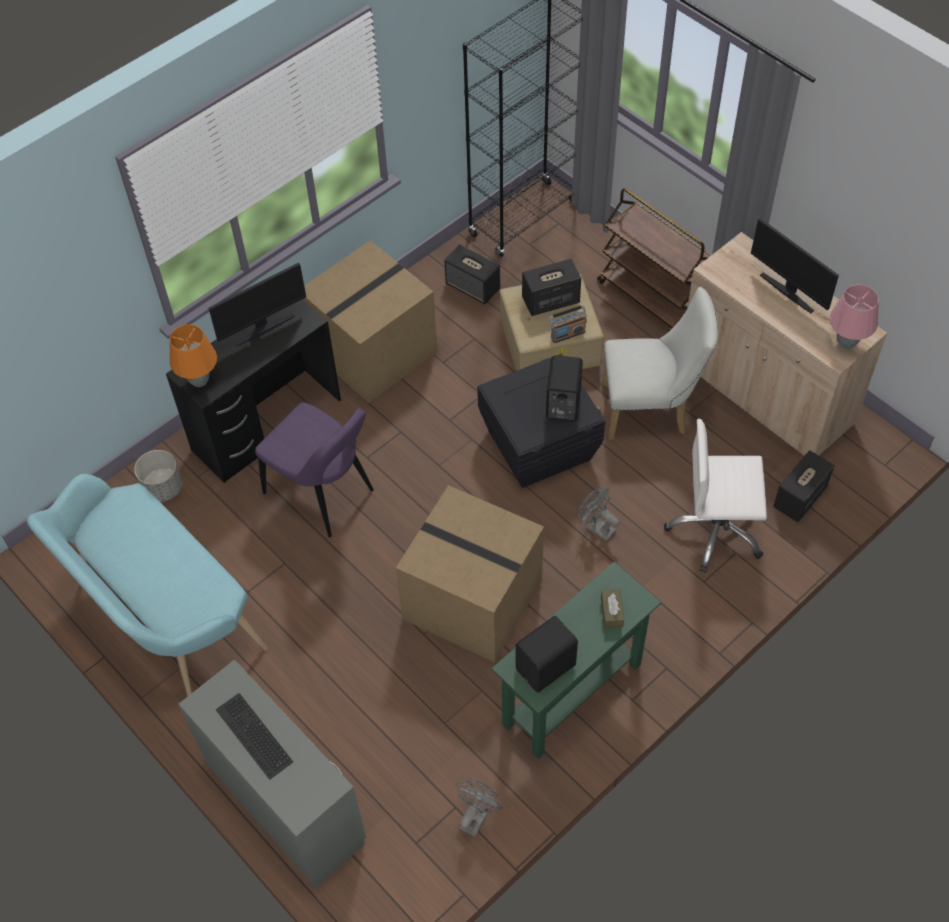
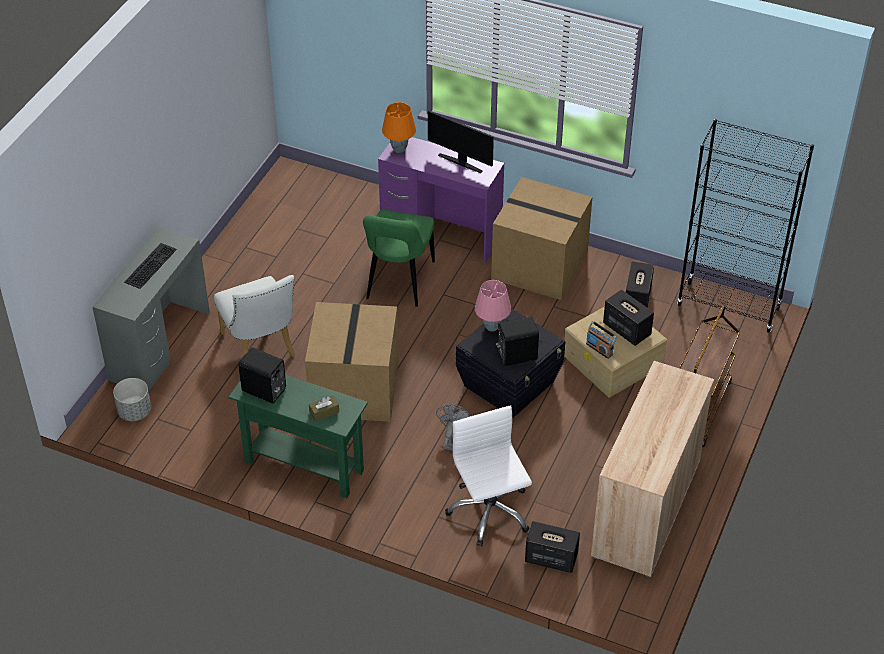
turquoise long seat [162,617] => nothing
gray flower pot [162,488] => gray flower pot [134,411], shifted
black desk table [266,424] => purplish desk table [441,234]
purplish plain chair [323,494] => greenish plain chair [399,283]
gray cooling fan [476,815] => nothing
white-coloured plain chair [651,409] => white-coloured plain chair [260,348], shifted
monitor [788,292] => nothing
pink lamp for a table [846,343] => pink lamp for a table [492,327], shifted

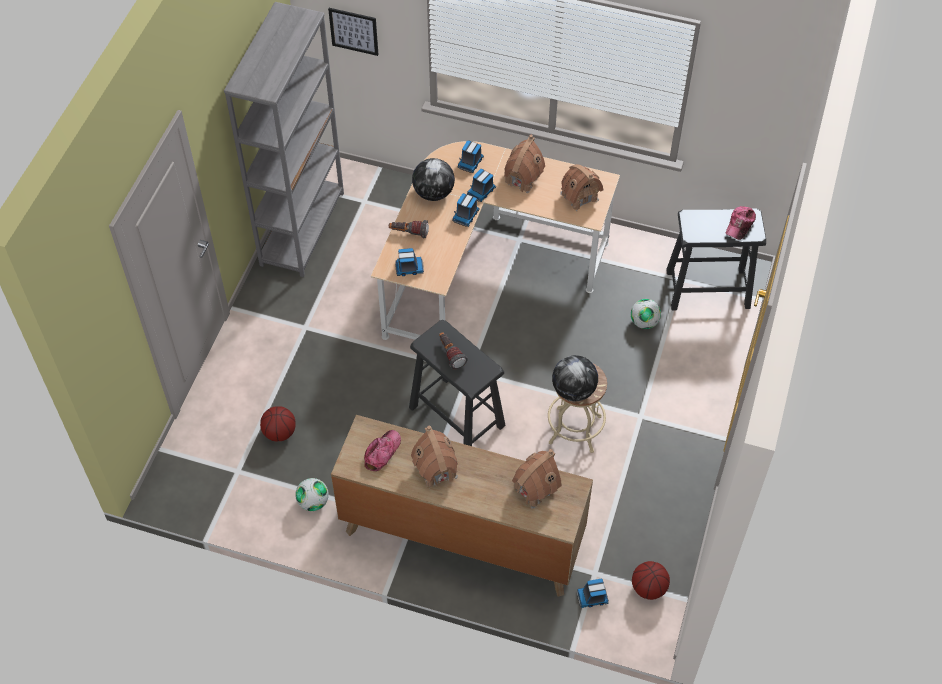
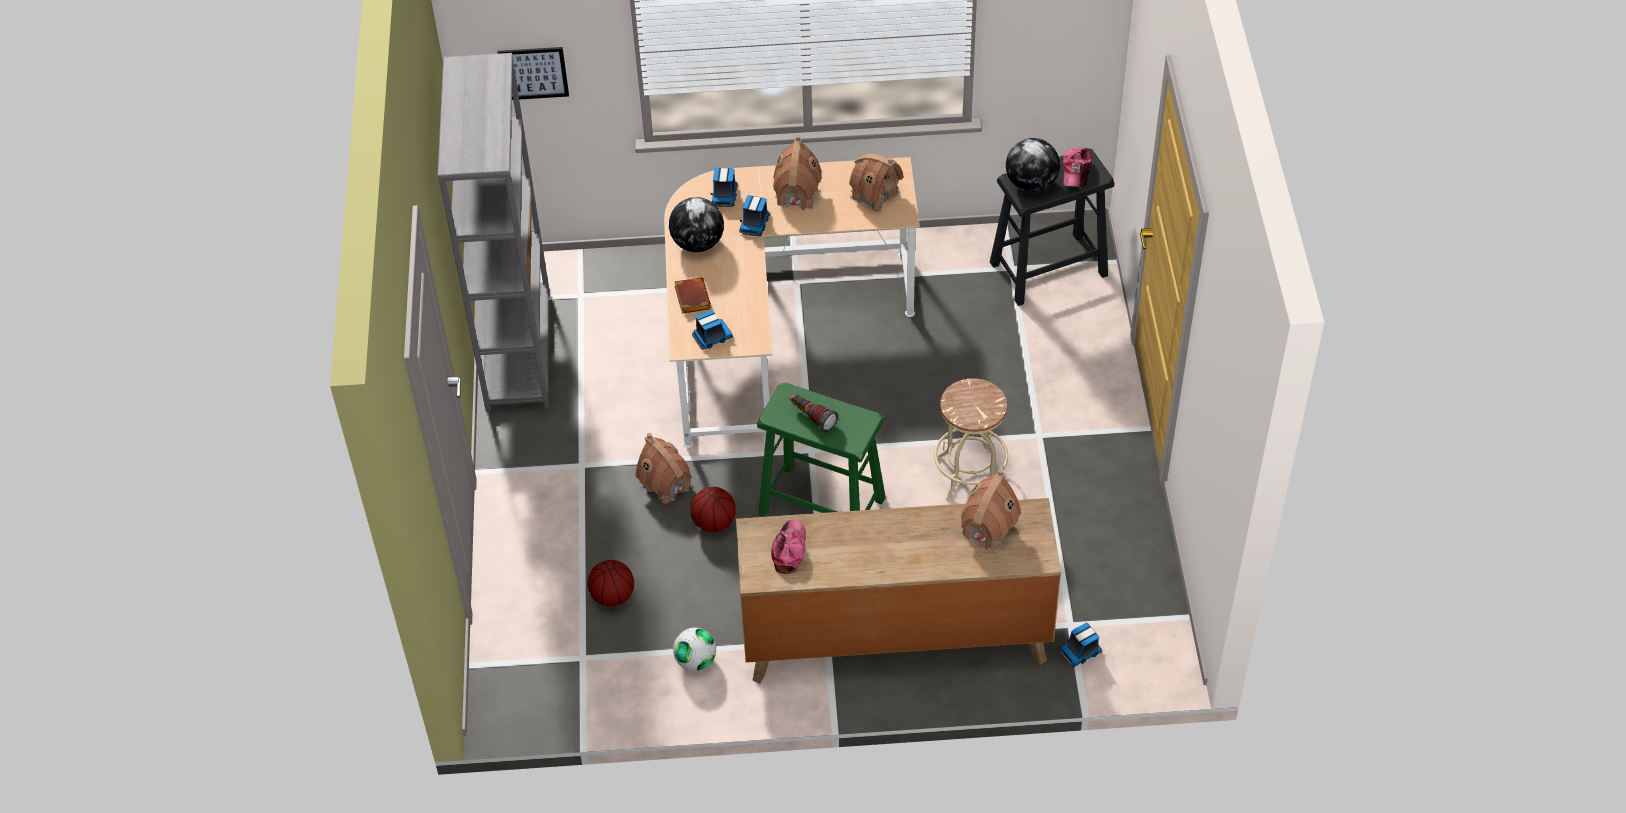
torch [408,233] => brown volume [691,298]
black stool seat [456,416] => greenish stool seat [821,506]
miniature house [436,469] => miniature house [666,485], shifted
toy truck [466,215] => nothing
globe [573,391] => globe [1031,184], shifted
ball for football [644,322] => nothing
basketball ball [648,588] => basketball ball [714,523], shifted

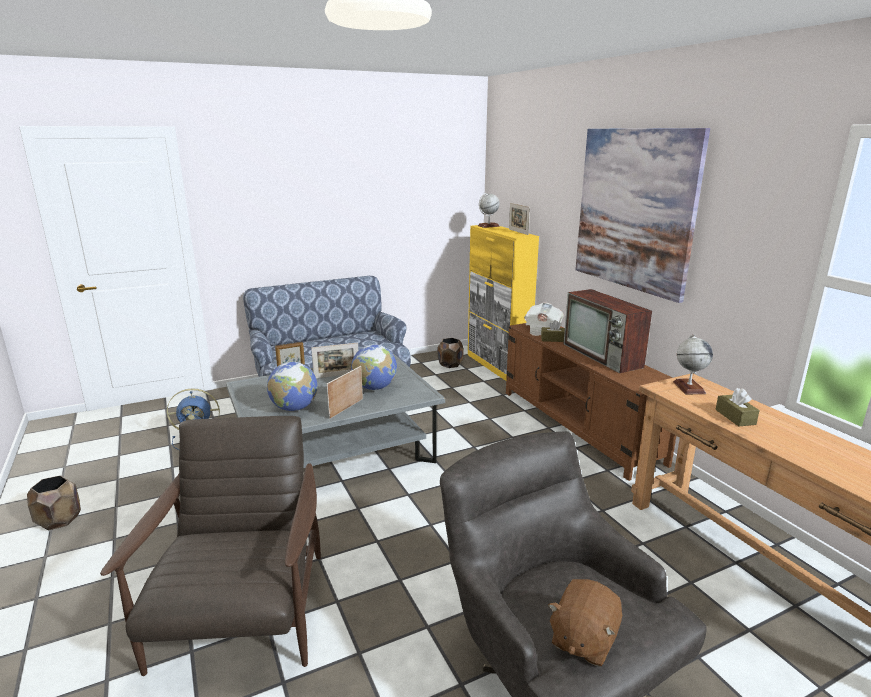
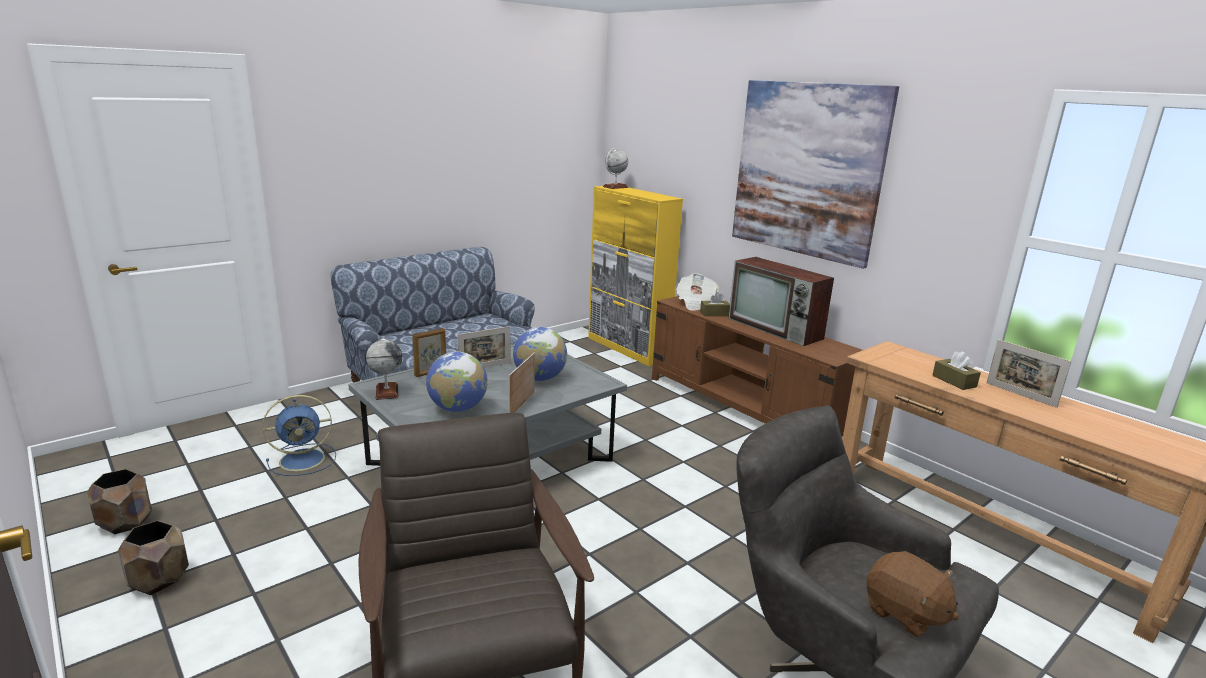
brown flower pot [450,364] => brown flower pot [126,522], shifted
standing frame [518,232] => standing frame [1020,395], shifted
brown plush toy [583,639] => brown plush toy [905,613], 60 degrees counterclockwise
globe [688,387] => globe [387,392], shifted

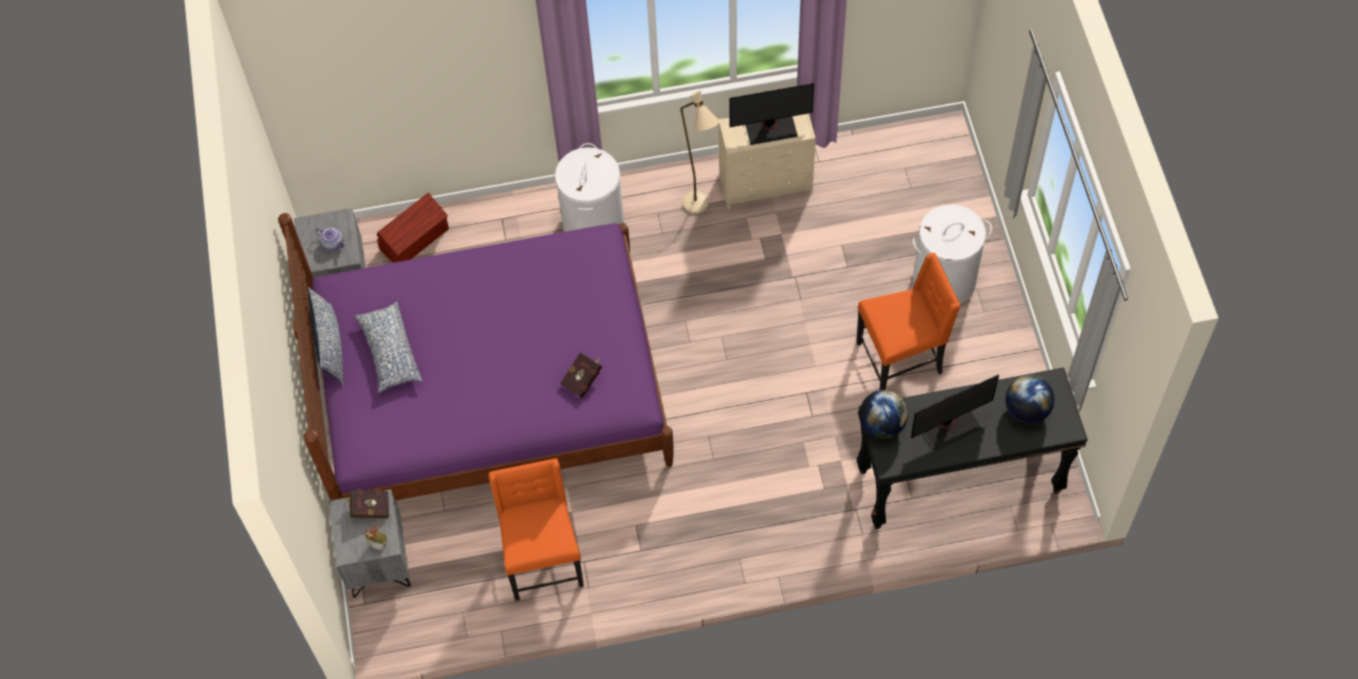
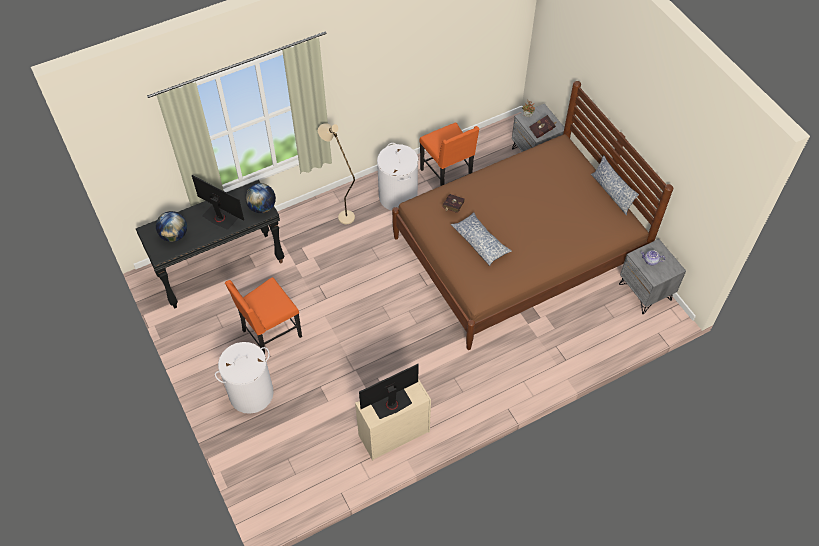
purplish sleeping bed [492,392] => brown sleeping bed [517,252]
cushion [389,352] => cushion [480,242], shifted
brown storage container [415,239] => nothing
white-coloured hamper [593,224] => white-coloured hamper [398,196], shifted
beige standing lamp [700,210] => beige standing lamp [342,214], shifted
monitor [949,425] => monitor [221,216], 75 degrees clockwise

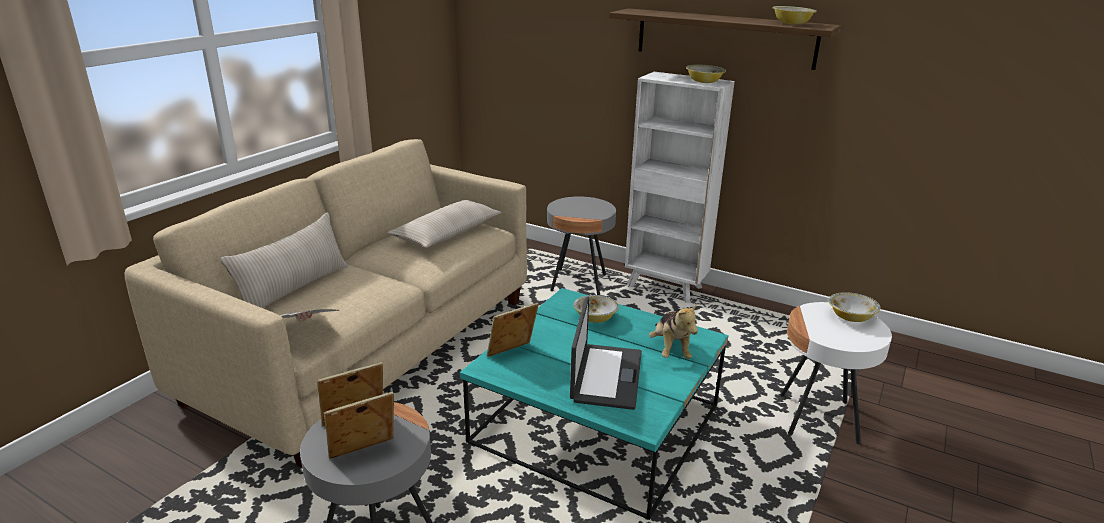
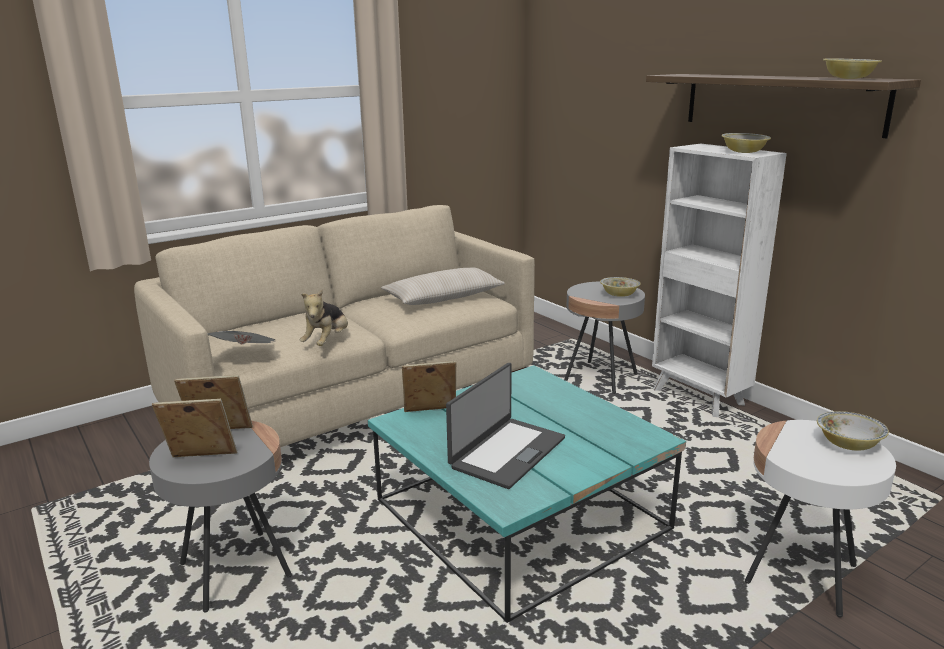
beige cushion [294,289] => nothing
bowl [595,318] => bowl [619,295], shifted
plush toy [670,349] => plush toy [327,342], shifted

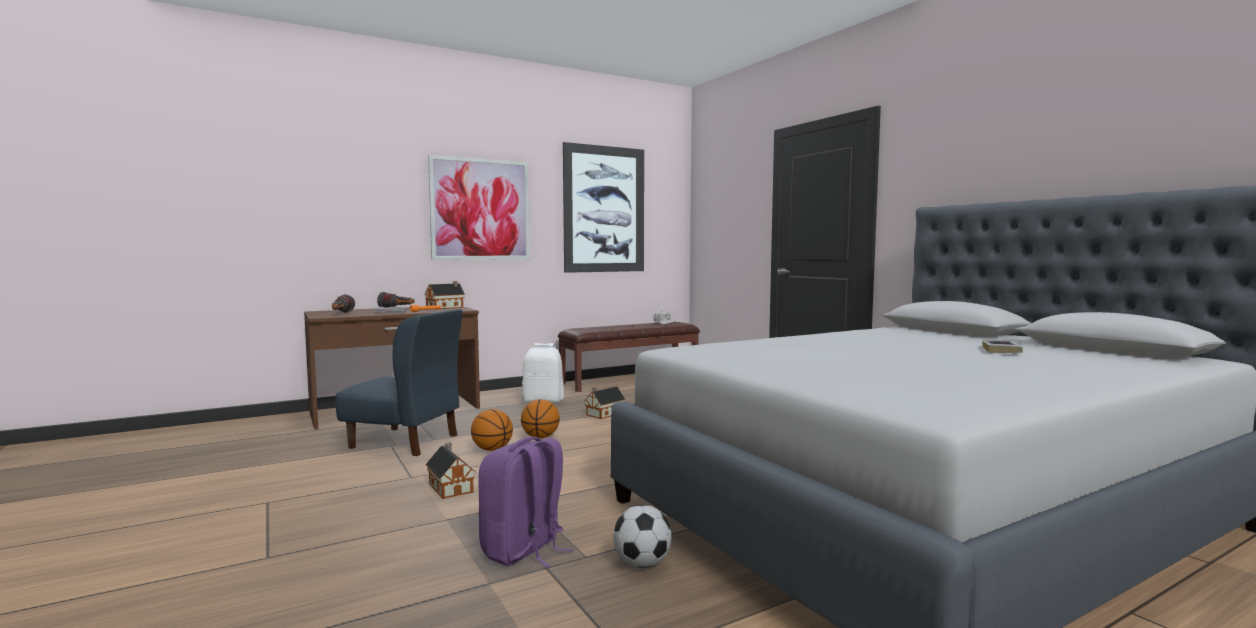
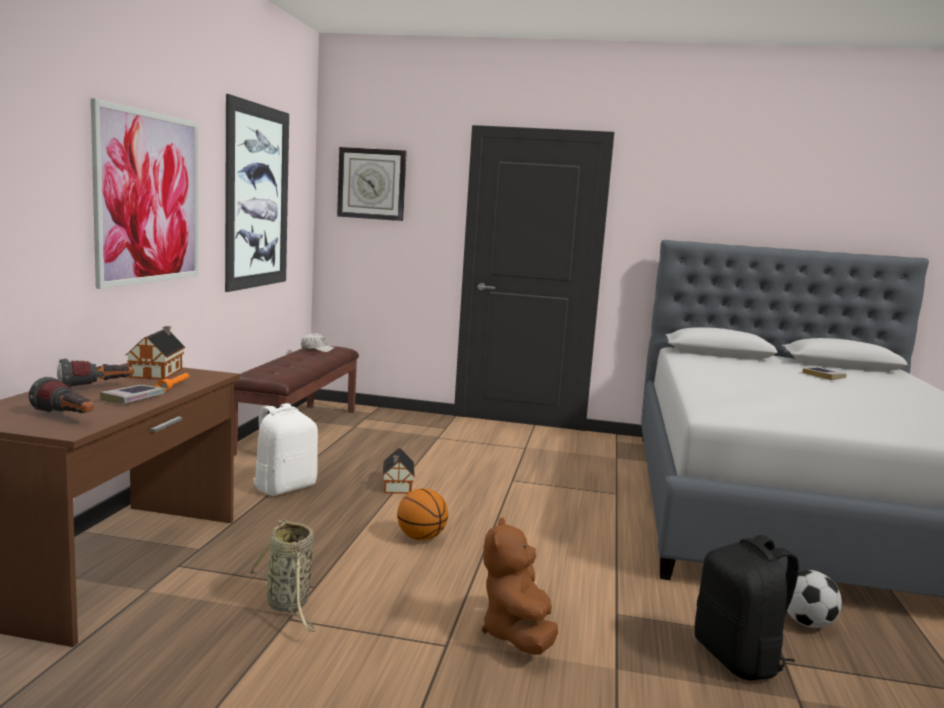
bluish plain chair [405,441] => basket [289,605]
miniature house [450,487] => brown plush toy [518,635]
basketball ball [492,449] => nothing
purplish rucksack [524,551] => black rucksack [739,659]
nothing => wall clock [372,184]

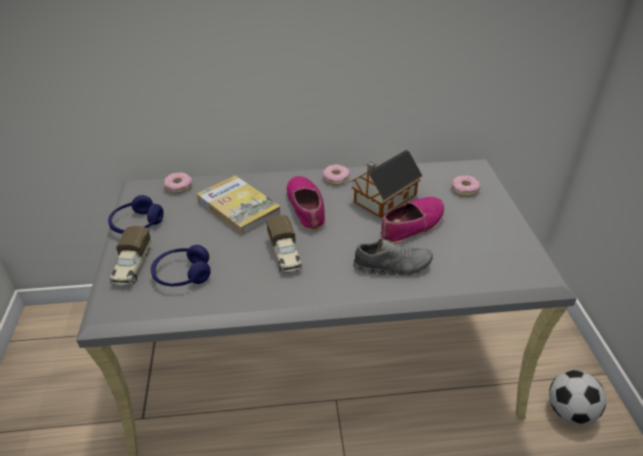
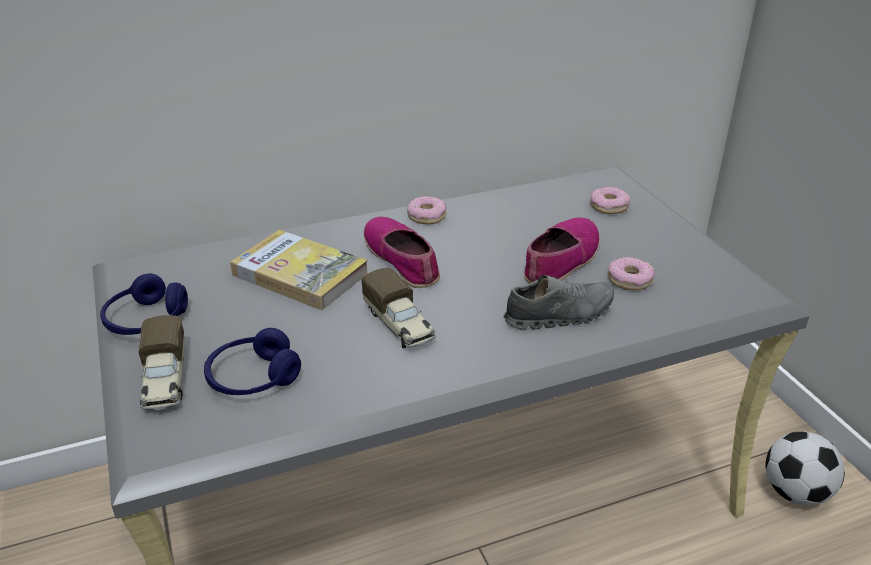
doughnut [178,186] => doughnut [629,280], shifted
miniature house [382,199] => nothing

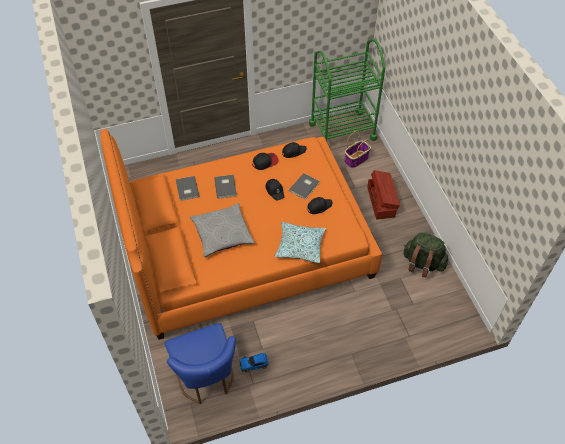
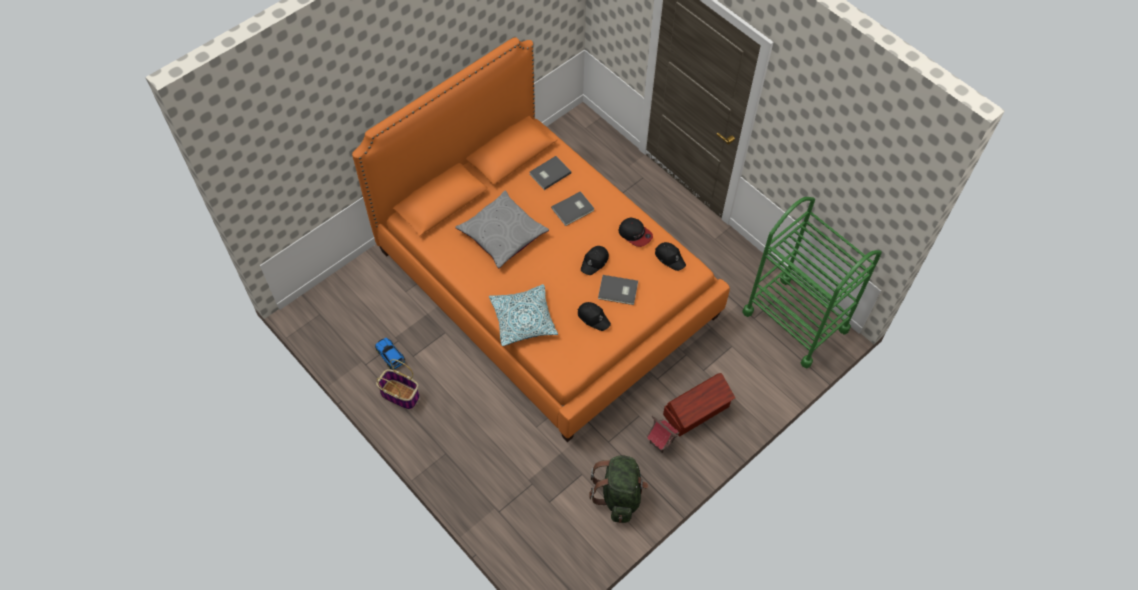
bluish plain chair [206,378] => nothing
basket [356,159] => basket [401,395], shifted
nothing => miniature house [661,442]

